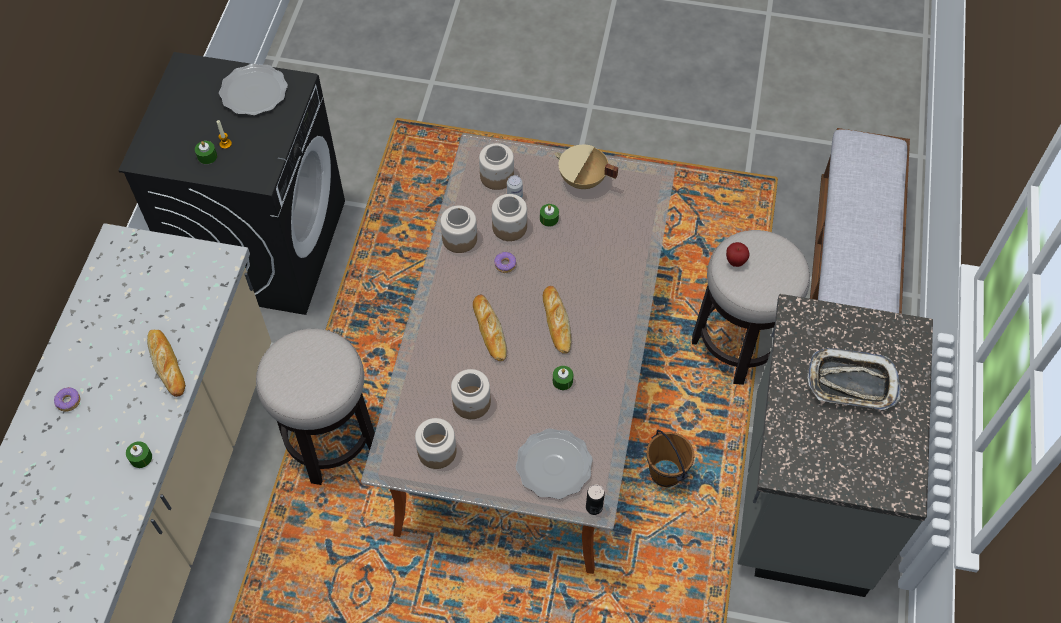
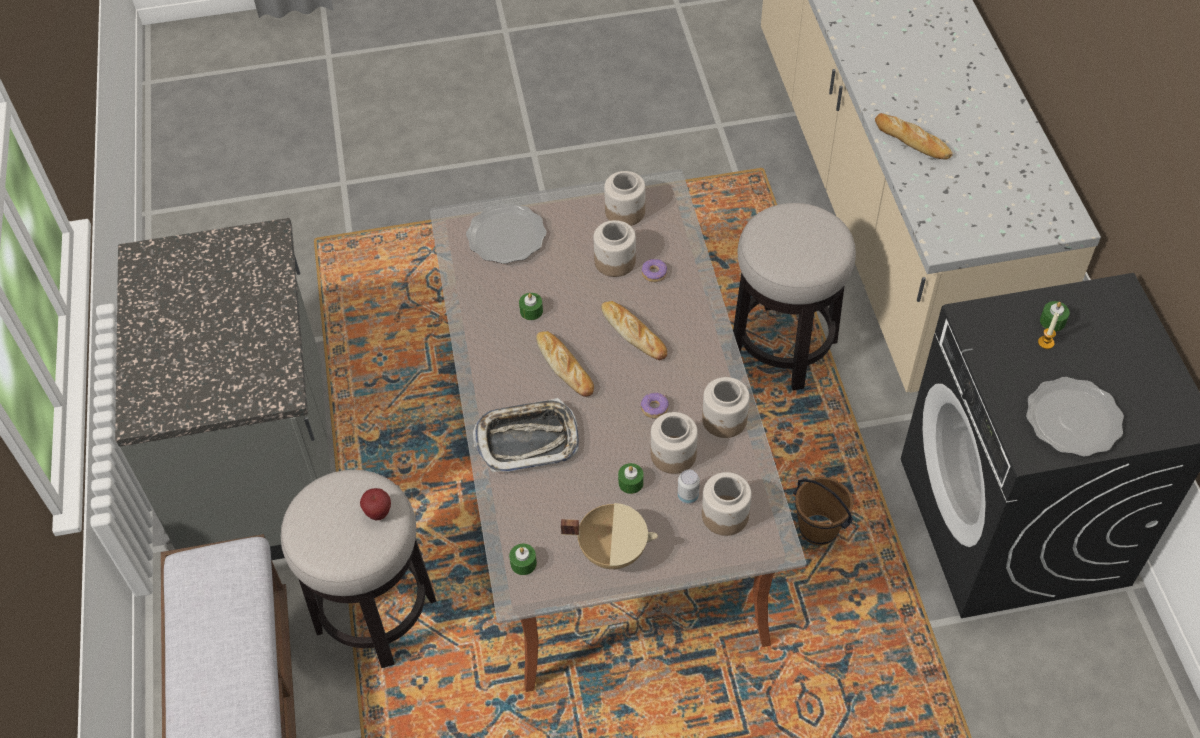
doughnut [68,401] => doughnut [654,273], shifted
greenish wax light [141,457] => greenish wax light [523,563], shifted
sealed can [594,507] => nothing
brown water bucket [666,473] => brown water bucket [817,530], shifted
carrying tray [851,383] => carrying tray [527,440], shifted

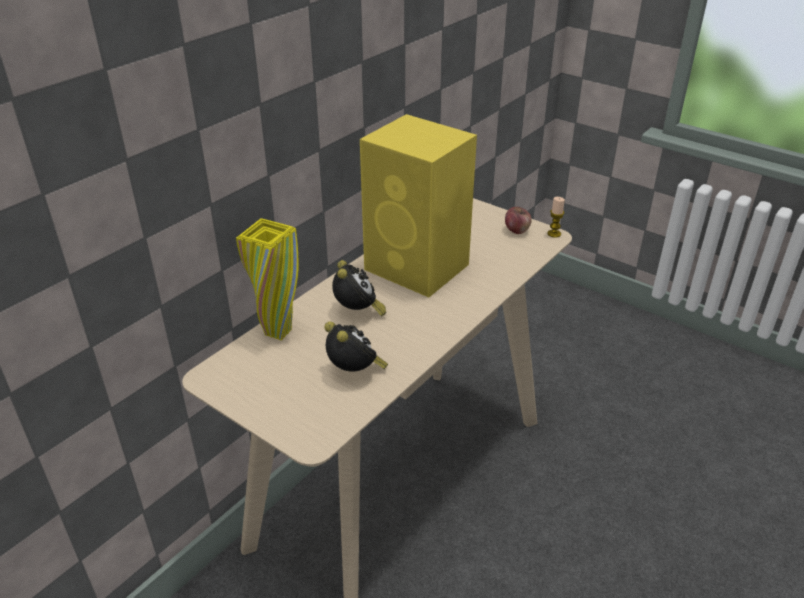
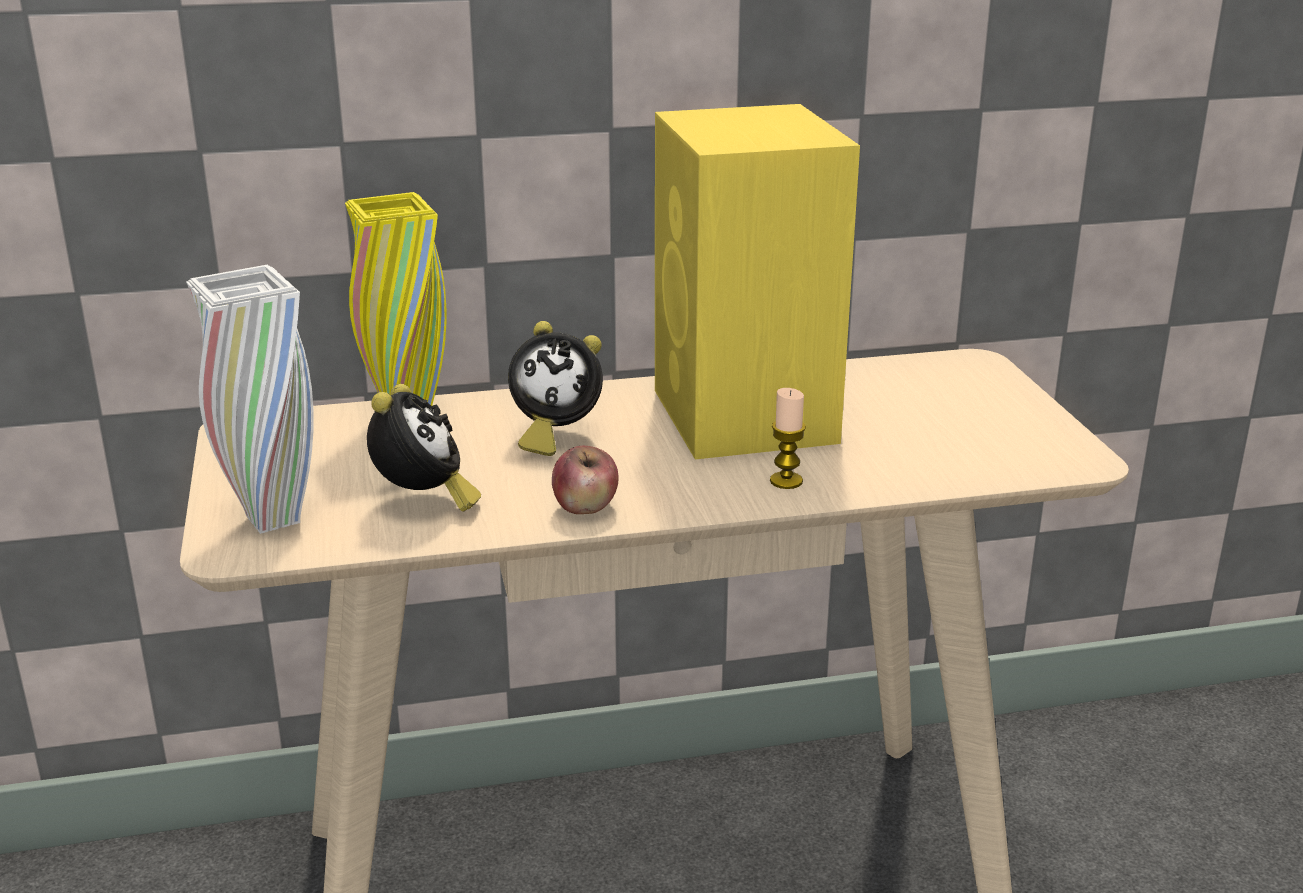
alarm clock [358,312] => alarm clock [553,436], 60 degrees clockwise
whole apple [517,230] => whole apple [585,507], shifted
wax light [554,234] => wax light [786,481], shifted
nothing => white-coloured decorative vase [273,519]

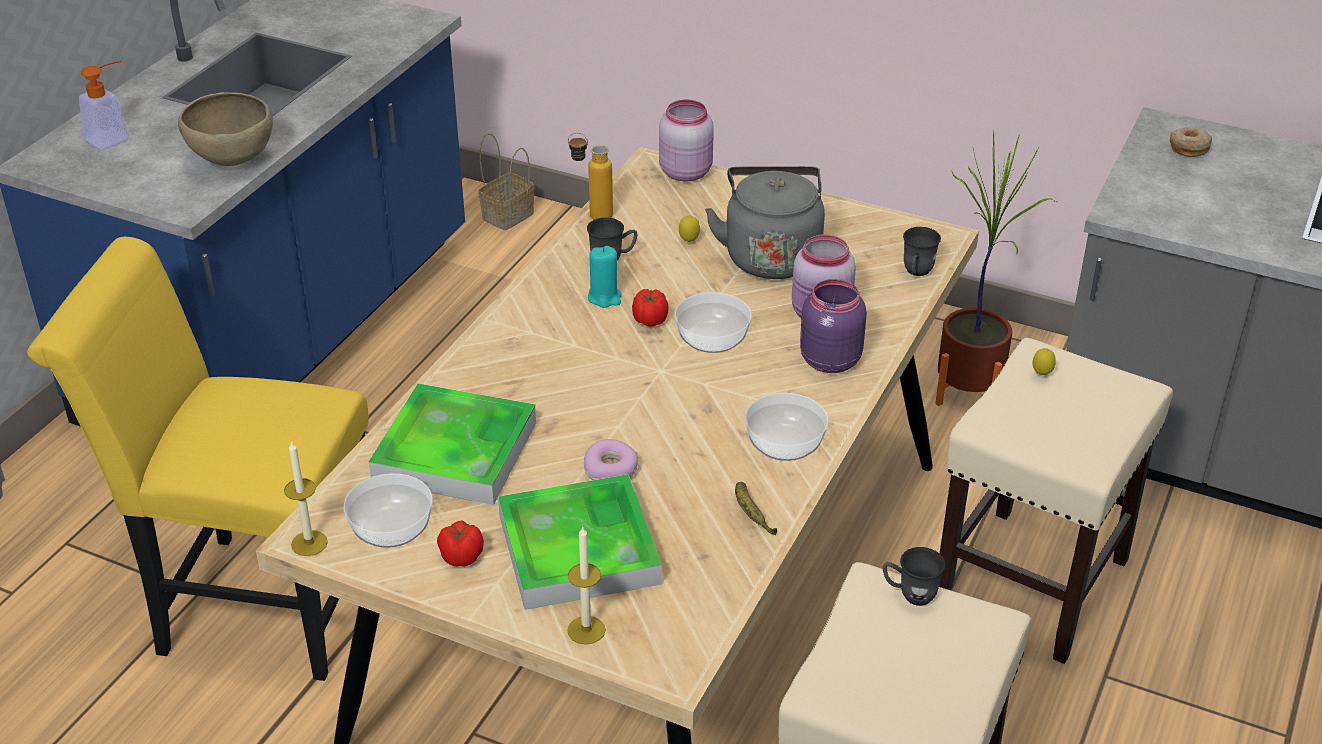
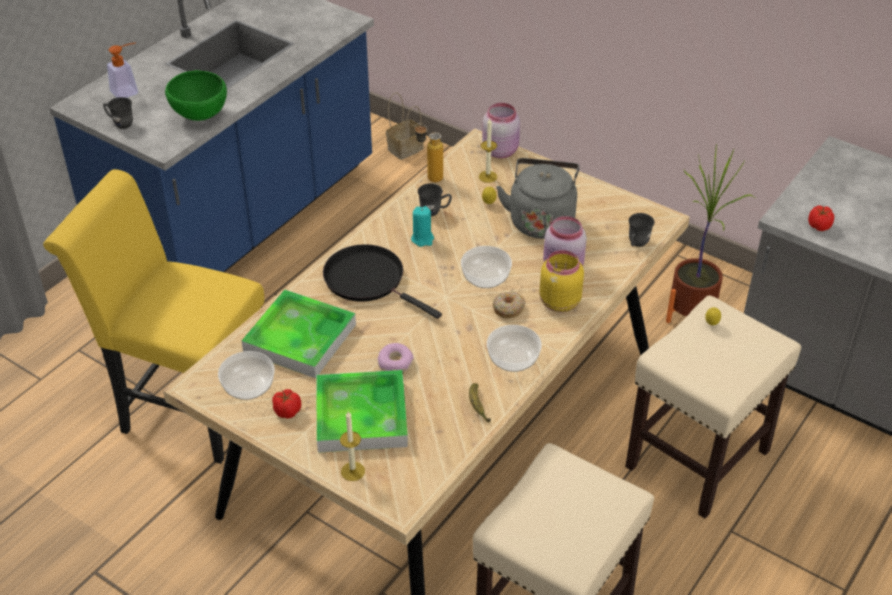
brown bowl [232,162] => greenish bowl [200,117]
wax light [309,543] => wax light [488,176], shifted
tomato [650,321] => tomato [819,226], shifted
purplish preserve jar [828,360] => yellow-coloured preserve jar [558,302]
gray mug [910,594] => gray mug [120,123], shifted
doughnut [1188,148] => doughnut [508,308], shifted
nothing => black pan [369,280]

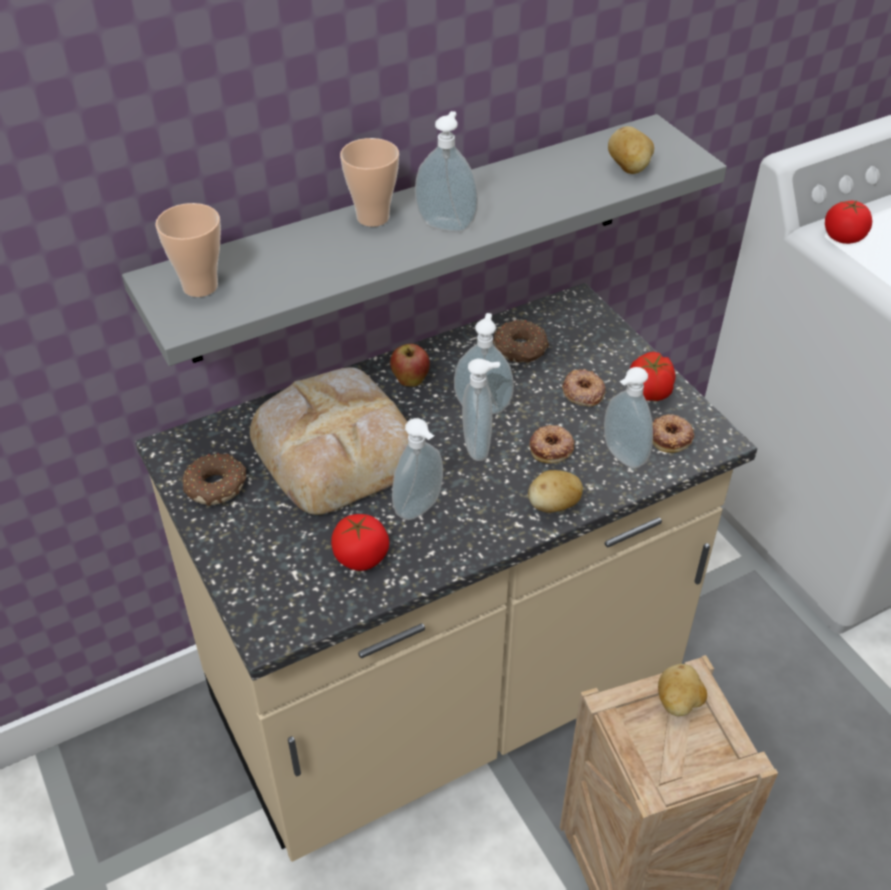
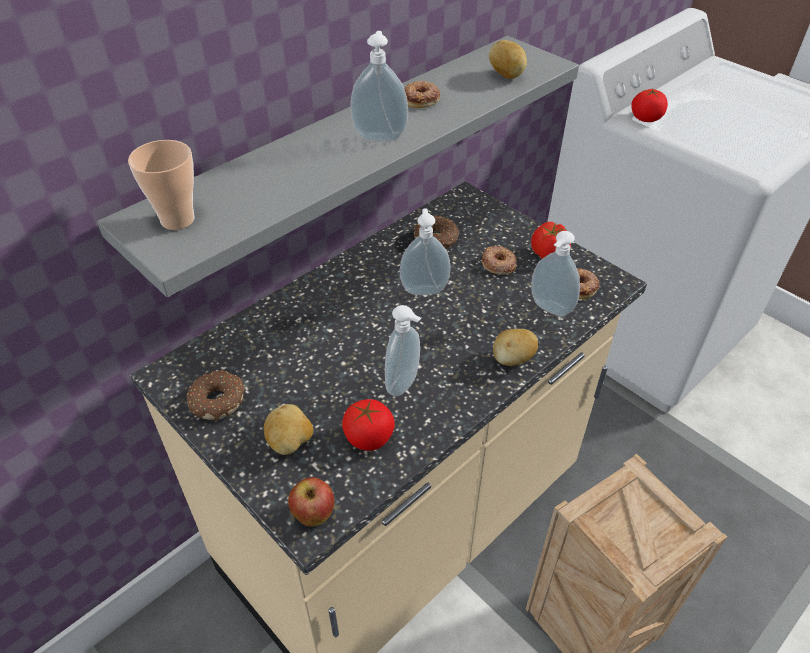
bakery bread [336,447] => nothing
drinking cup [373,217] => nothing
whole apple [410,381] => whole apple [314,515], shifted
soap bottle [479,447] => nothing
doughnut [551,448] => doughnut [421,99], shifted
potato [678,703] => potato [290,442], shifted

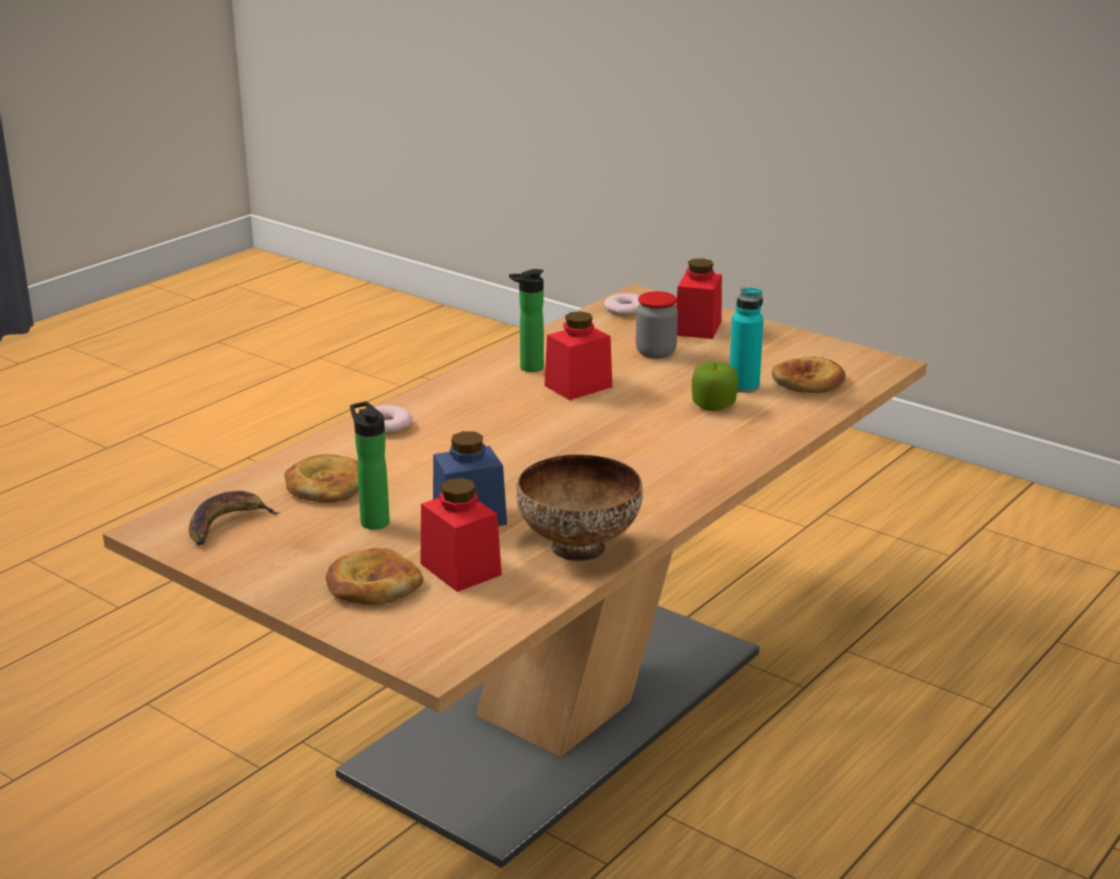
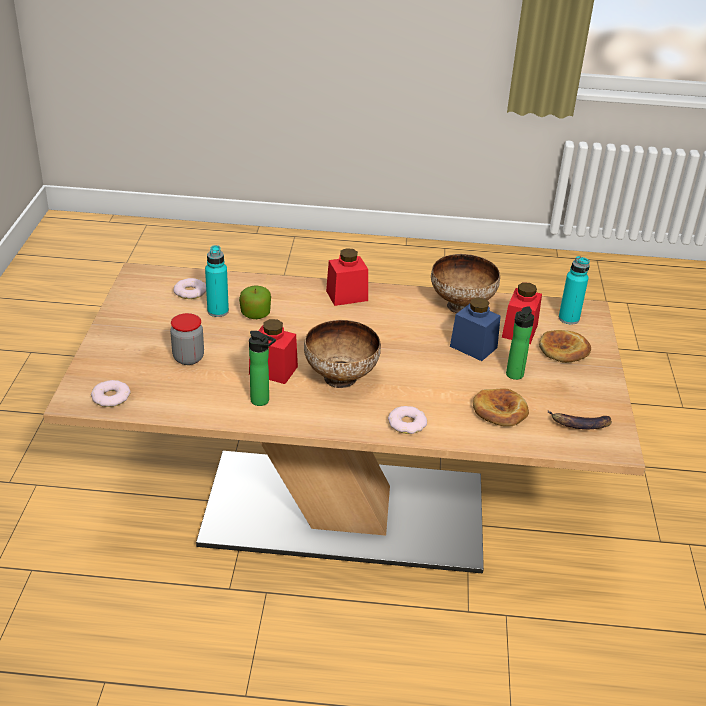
red preserve jar [698,328] => red preserve jar [347,296], shifted
bakery bread [808,381] => doughnut [190,292]
nothing => bowl [341,379]
nothing => turquoise bottle [568,318]

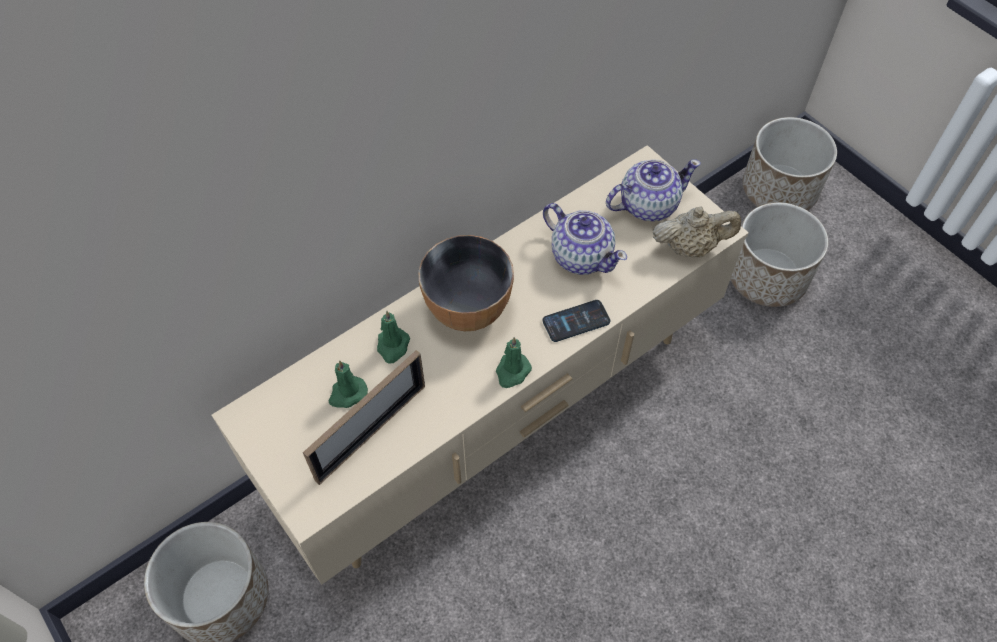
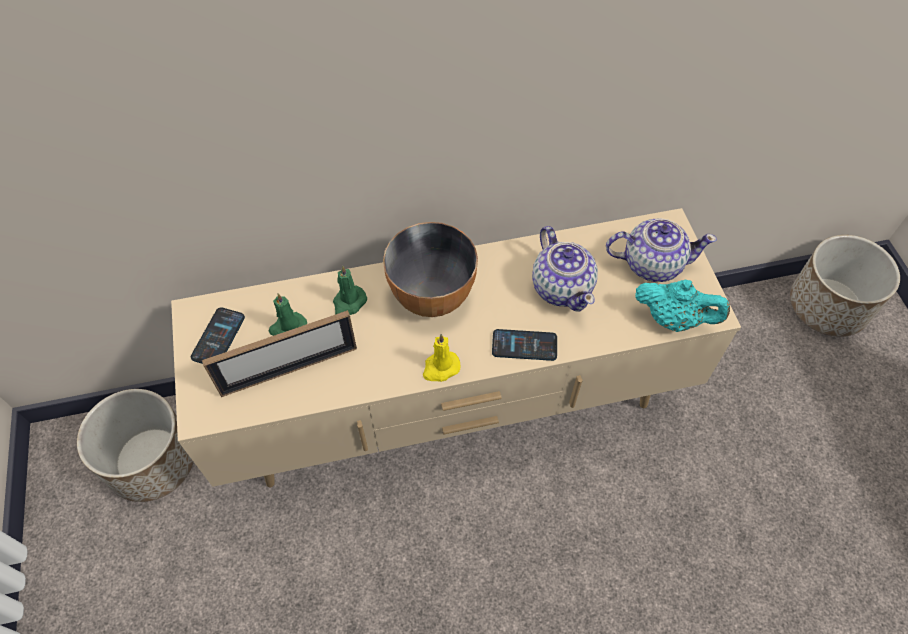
greenish wax light [512,372] => yellow-coloured wax light [440,368]
beige teapot [690,247] => turquoise teapot [673,319]
flower pot [767,277] => nothing
nothing => telephone [218,337]

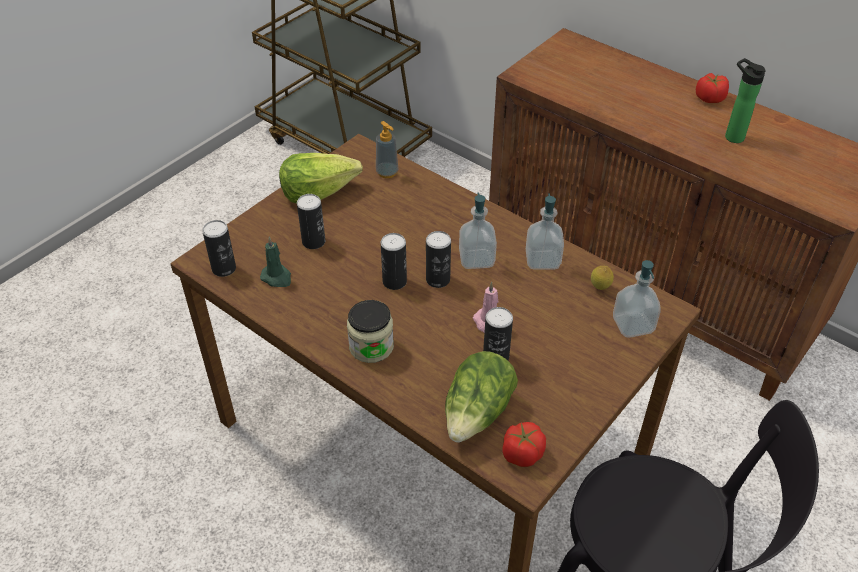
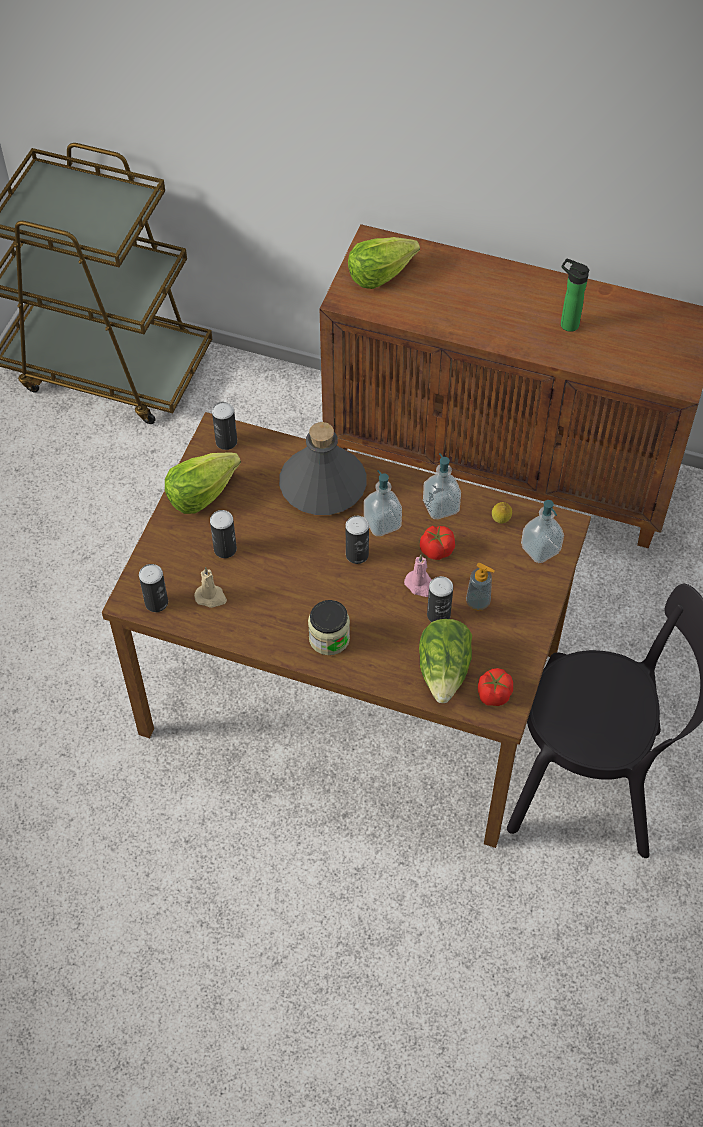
greenish wax light [277,278] => beige wax light [211,597]
soap bottle [387,172] => soap bottle [478,602], shifted
sealed can [394,281] => sealed can [226,441], shifted
tomato [709,98] => tomato [436,550], shifted
nothing => gray bottle [322,486]
nothing => head of lettuce [380,273]

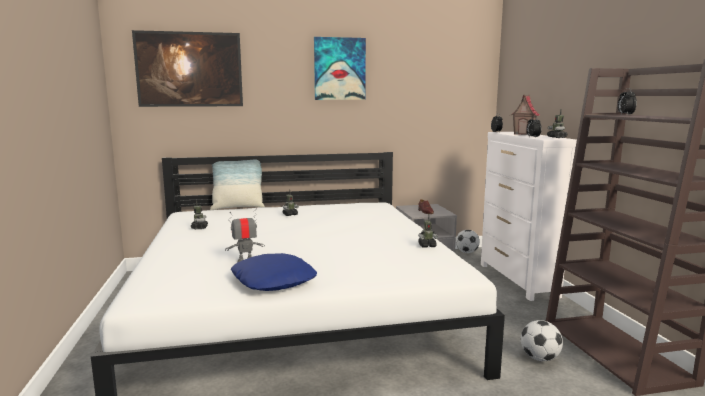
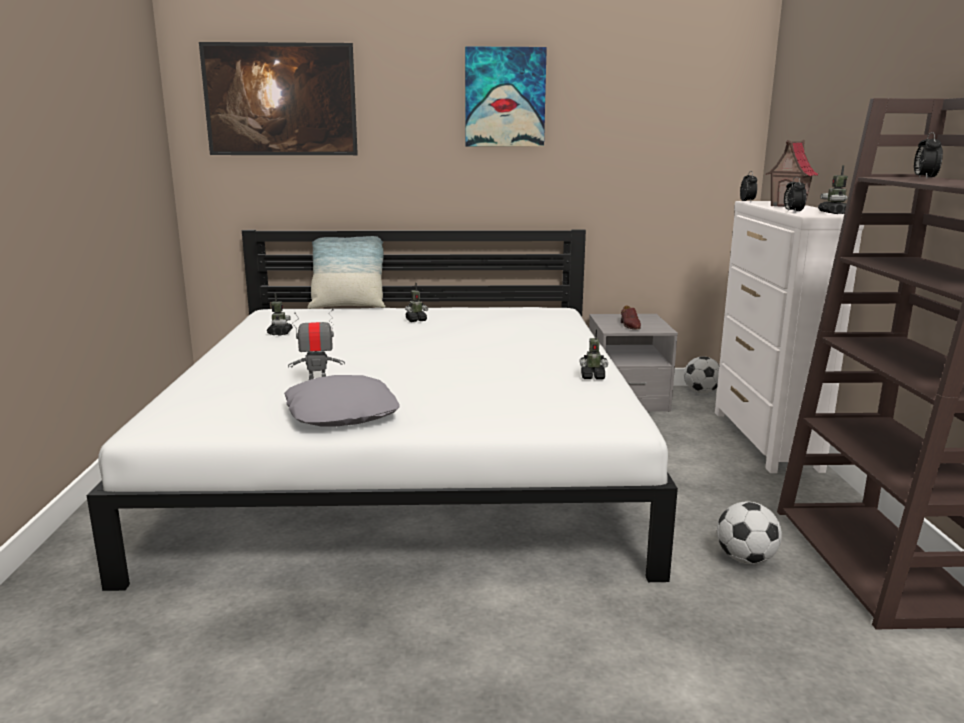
bluish cushion [274,280] => gray cushion [342,413]

